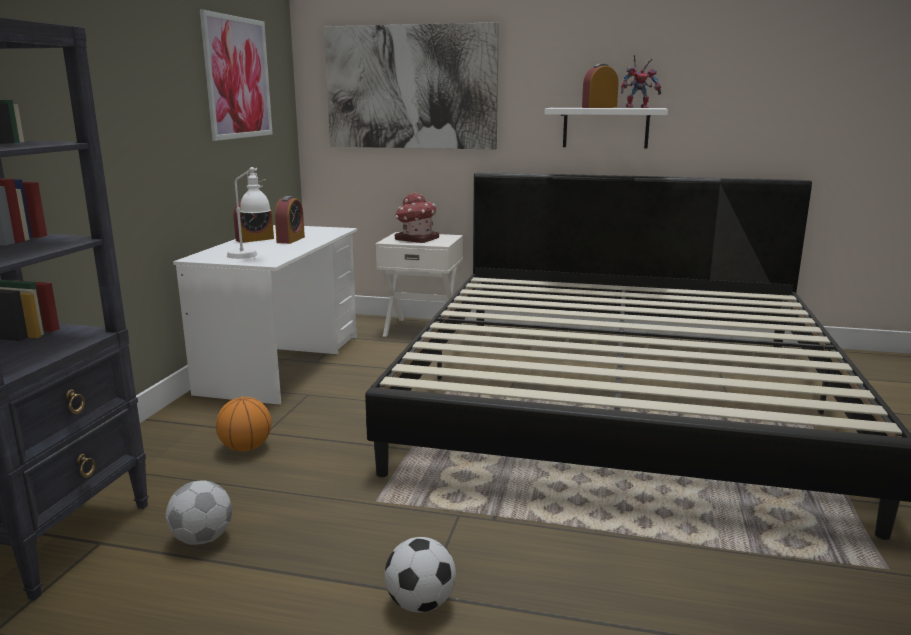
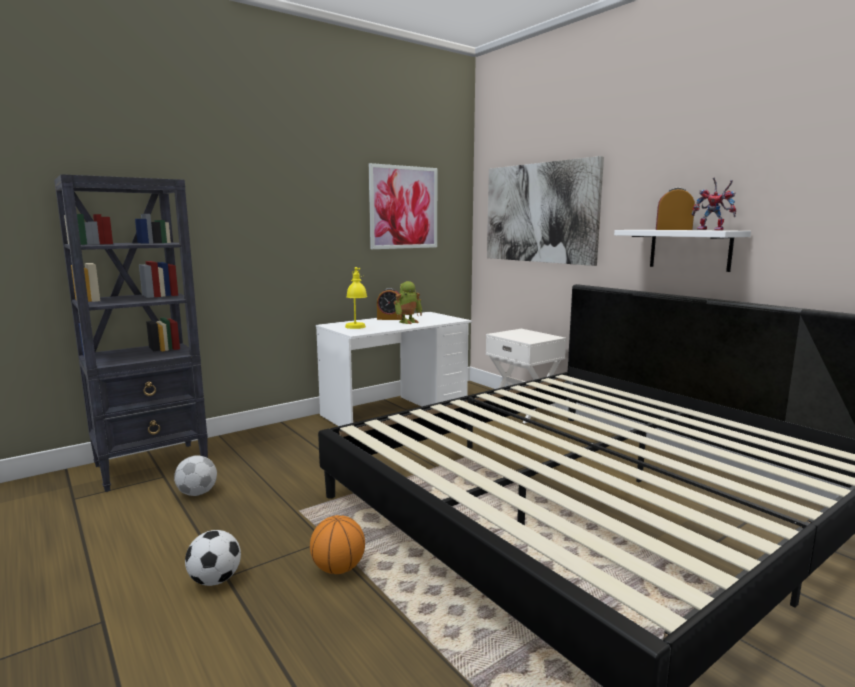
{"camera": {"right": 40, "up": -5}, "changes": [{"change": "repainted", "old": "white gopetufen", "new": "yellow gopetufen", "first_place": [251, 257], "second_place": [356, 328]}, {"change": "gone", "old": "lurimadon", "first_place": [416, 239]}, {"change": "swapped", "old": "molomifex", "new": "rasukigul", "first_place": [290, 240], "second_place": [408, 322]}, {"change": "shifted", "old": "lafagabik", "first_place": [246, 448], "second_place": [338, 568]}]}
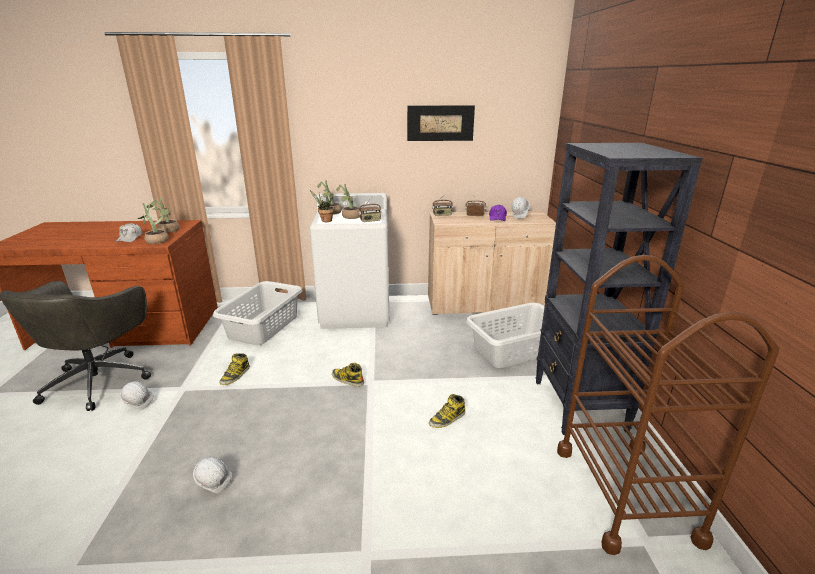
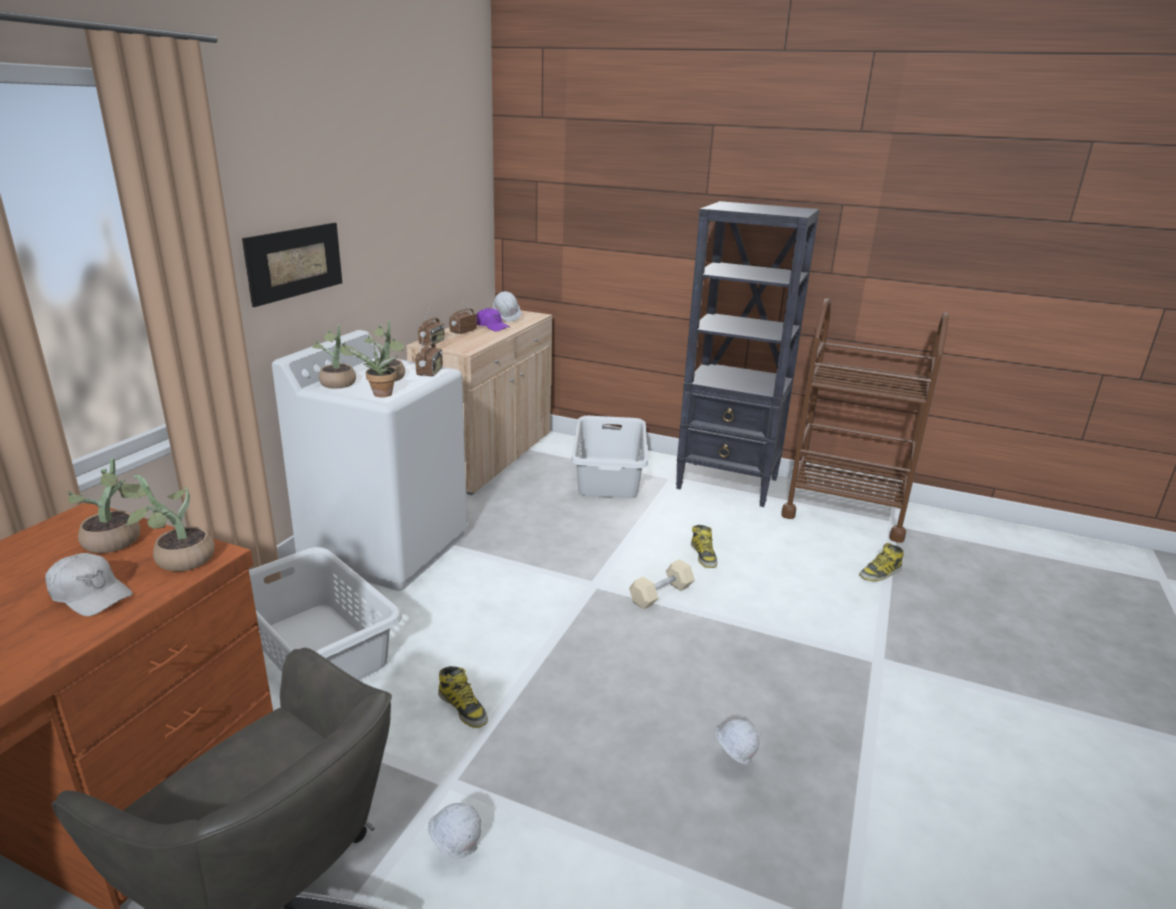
{"camera": {"right": -65, "up": 0}, "changes": [{"change": "shifted", "old": "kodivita", "first_place": [440, 123], "second_place": [295, 262]}, {"change": "shifted", "old": "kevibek", "first_place": [347, 379], "second_place": [880, 573]}, {"change": "new", "new": "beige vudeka", "second_place": [661, 594]}]}
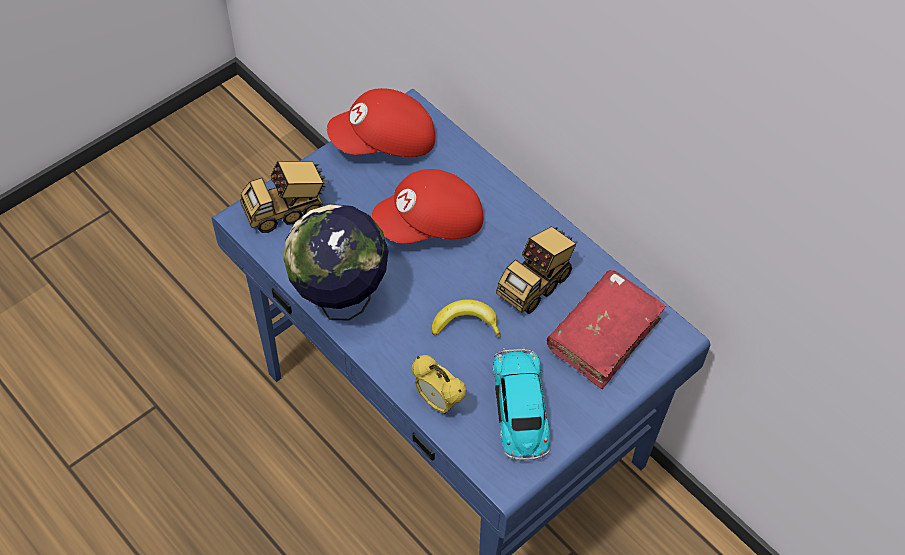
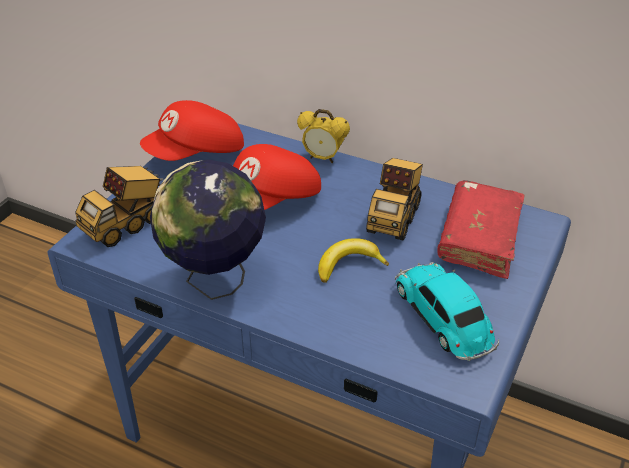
{"camera": {"right": -20, "up": -15}, "changes": [{"change": "shifted", "old": "molomifex", "first_place": [438, 402], "second_place": [323, 158]}]}
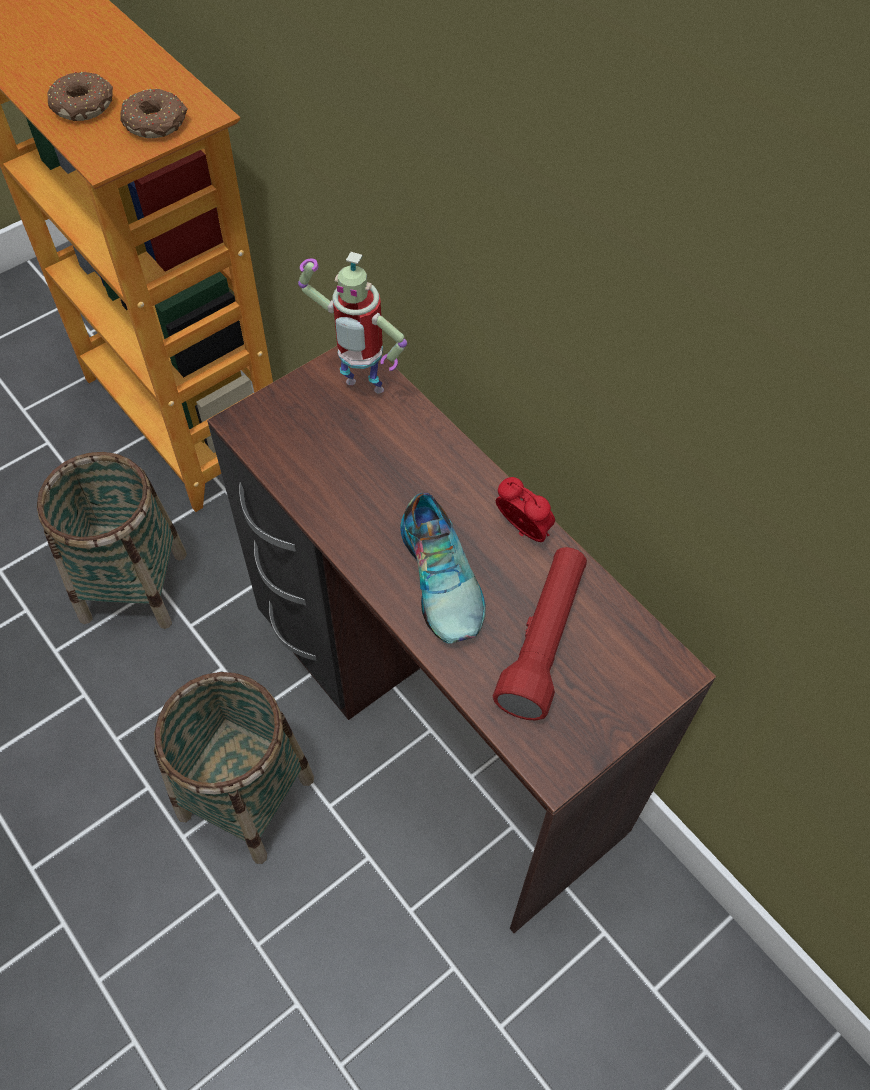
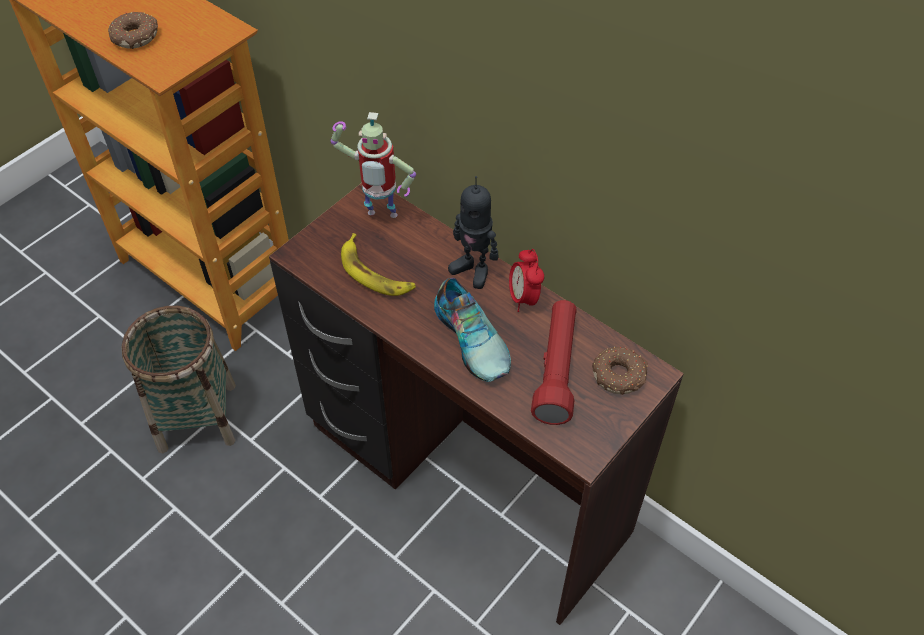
{"camera": {"right": -10, "up": -5}, "changes": [{"change": "shifted", "old": "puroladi", "first_place": [156, 123], "second_place": [619, 375]}, {"change": "rotated", "old": "molomifex", "first_place": [522, 532], "second_place": [524, 298], "degrees": -135}, {"change": "gone", "old": "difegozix", "first_place": [246, 797]}, {"change": "new", "new": "rasukigul", "second_place": [473, 270]}, {"change": "new", "new": "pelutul", "second_place": [375, 272]}]}
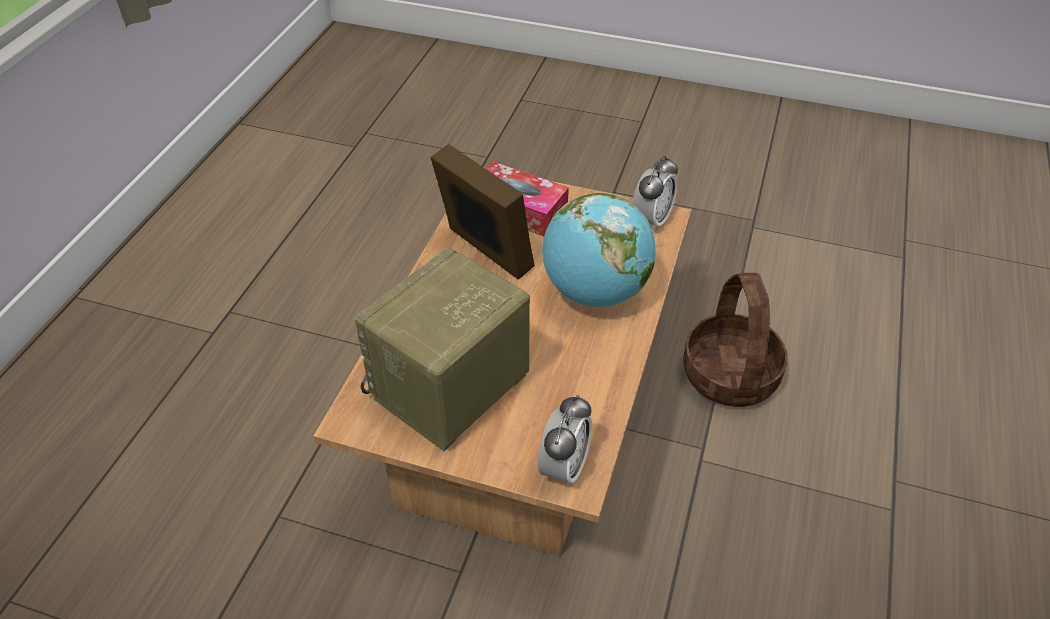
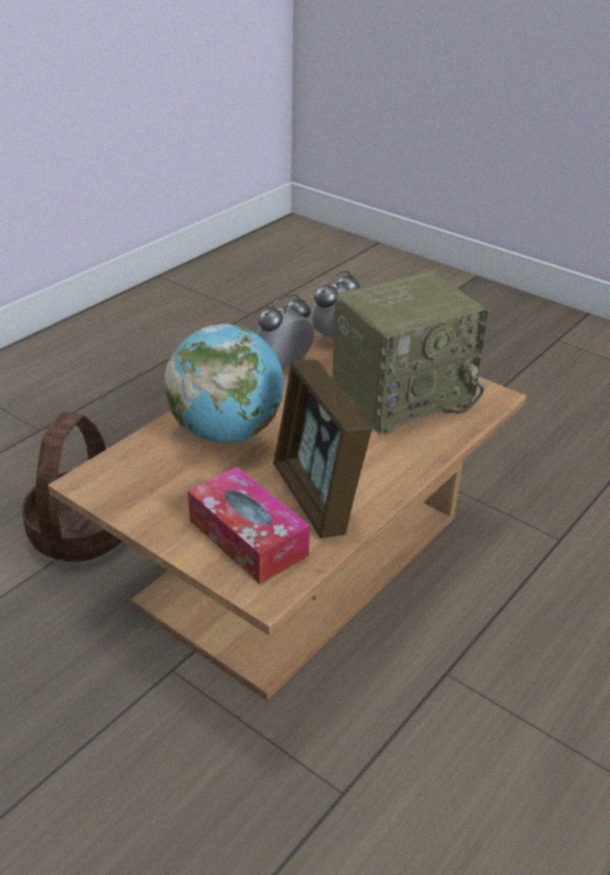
{"camera": {"right": -160, "up": -10}, "changes": [{"change": "shifted", "old": "molomifex", "first_place": [651, 220], "second_place": [285, 363]}]}
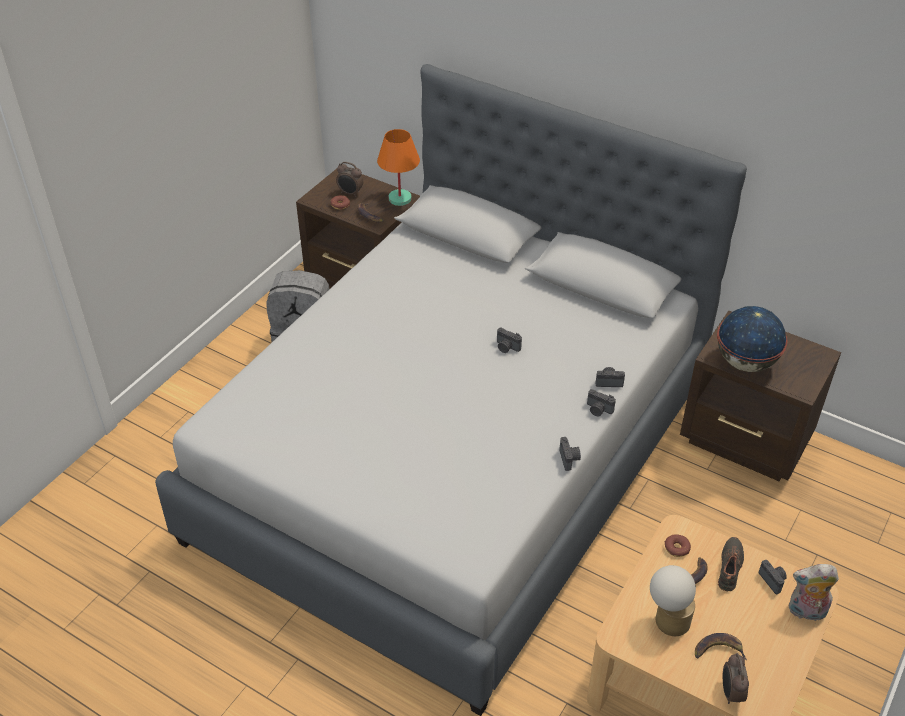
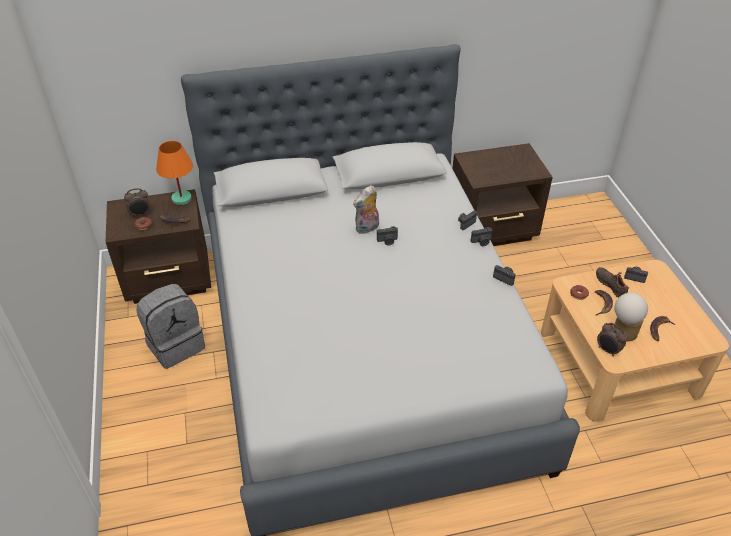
{"camera": {"right": -45, "up": 0}, "changes": [{"change": "gone", "old": "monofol", "first_place": [745, 362]}, {"change": "shifted", "old": "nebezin", "first_place": [806, 612], "second_place": [367, 228]}, {"change": "shifted", "old": "molomifex", "first_place": [730, 693], "second_place": [607, 350]}]}
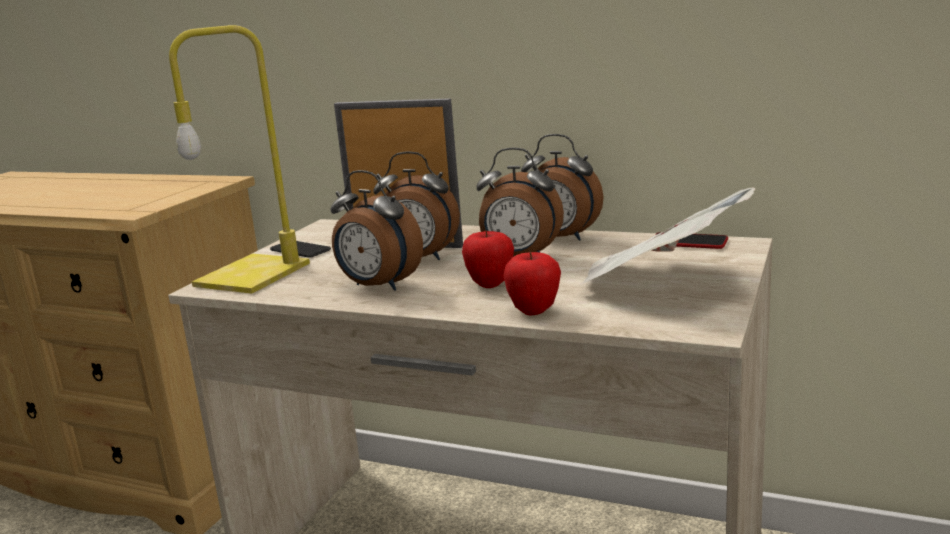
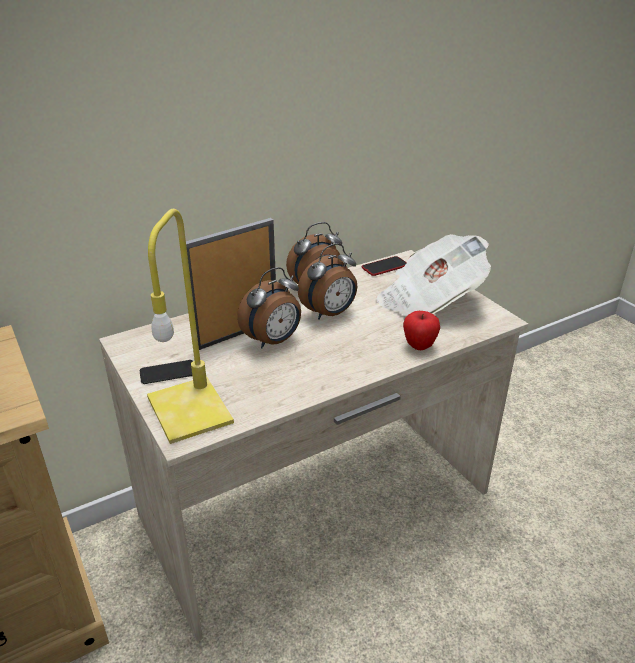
{"camera": {"right": -55, "up": 15}, "changes": [{"change": "gone", "old": "molomifex", "first_place": [378, 286]}, {"change": "gone", "old": "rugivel", "first_place": [490, 284]}]}
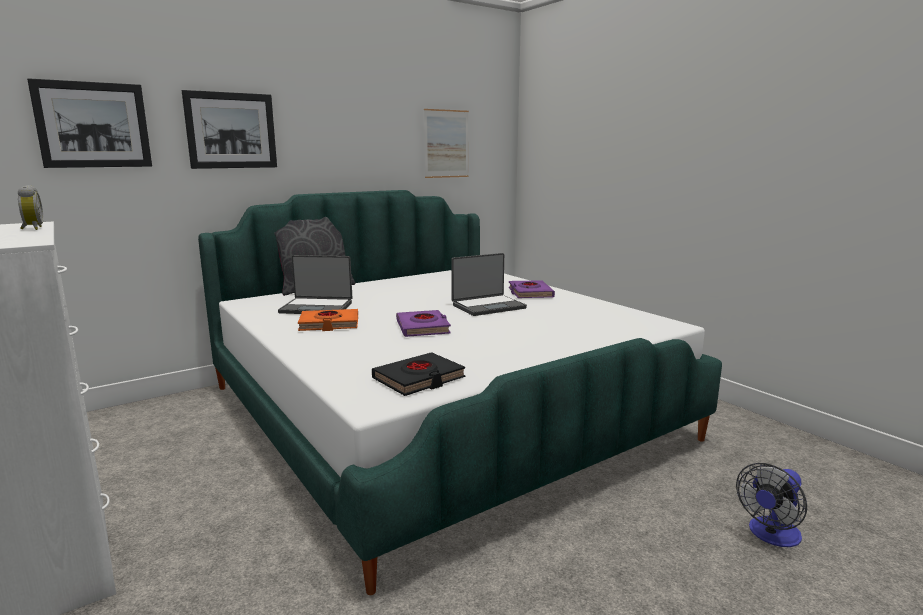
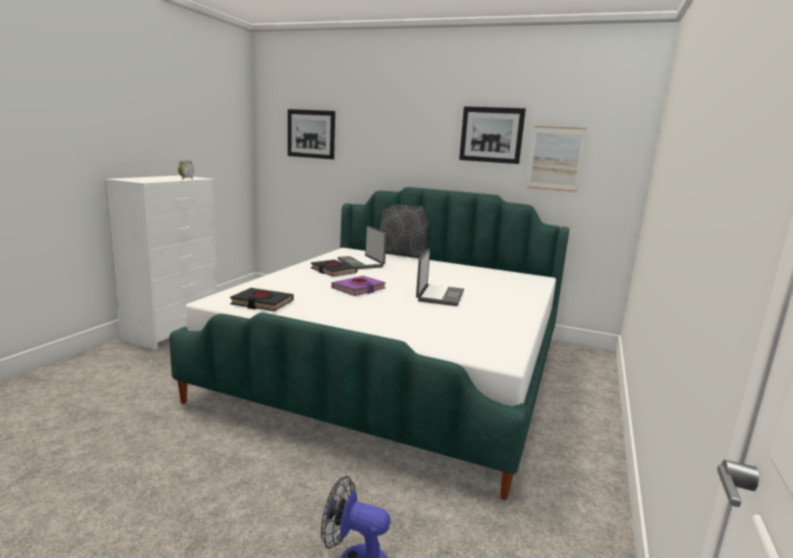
{"camera": {"right": 55, "up": 0}, "changes": [{"change": "shifted", "old": "kodivita", "first_place": [231, 130], "second_place": [491, 135]}, {"change": "rotated", "old": "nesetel", "first_place": [488, 306], "second_place": [439, 296], "degrees": -105}, {"change": "gone", "old": "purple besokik", "first_place": [530, 293]}, {"change": "repainted", "old": "orange besokik", "new": "black besokik", "first_place": [329, 324], "second_place": [333, 271]}]}
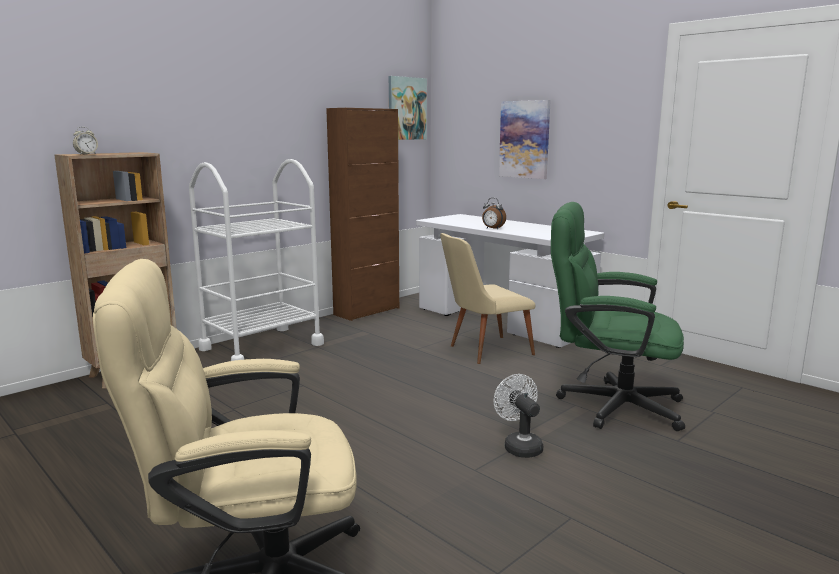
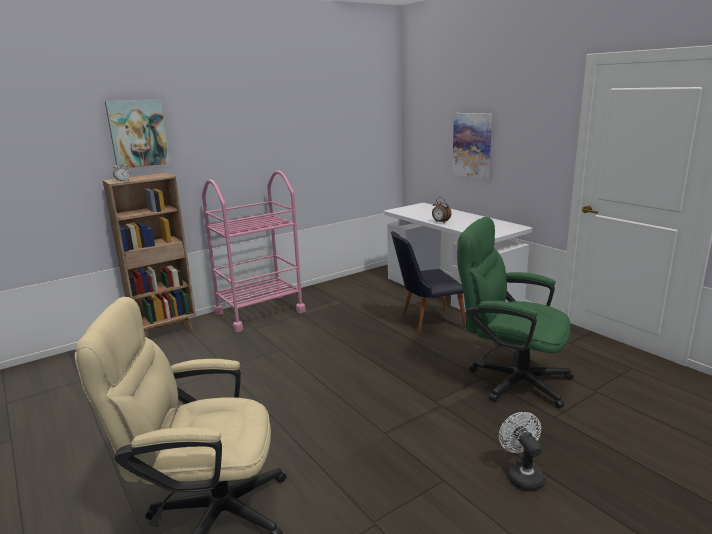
{"camera": {"right": 10, "up": 5}, "changes": [{"change": "shifted", "old": "kodivita", "first_place": [406, 108], "second_place": [138, 133]}, {"change": "gone", "old": "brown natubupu", "first_place": [367, 311]}, {"change": "repainted", "old": "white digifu", "new": "pink digifu", "first_place": [262, 346], "second_place": [259, 312]}, {"change": "repainted", "old": "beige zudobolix", "new": "black zudobolix", "first_place": [483, 350], "second_place": [426, 322]}, {"change": "shifted", "old": "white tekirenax", "first_place": [519, 446], "second_place": [522, 475]}]}
